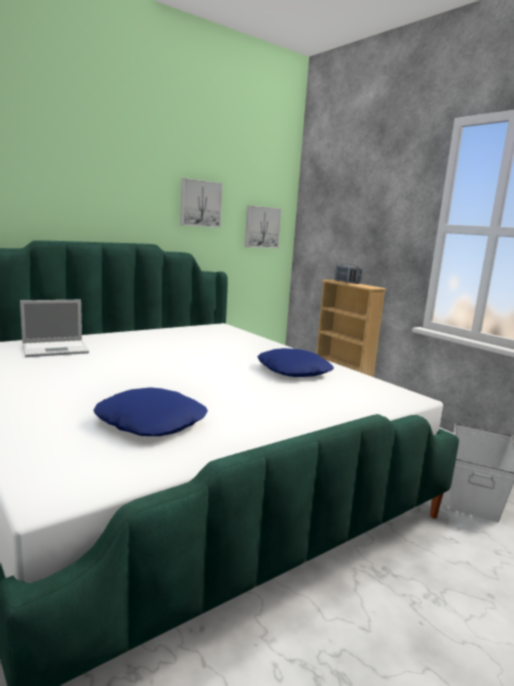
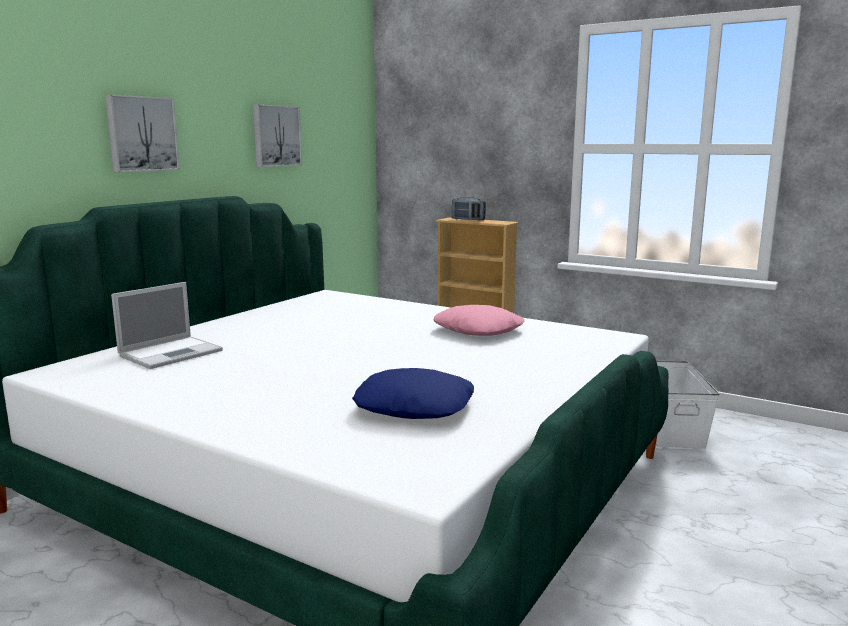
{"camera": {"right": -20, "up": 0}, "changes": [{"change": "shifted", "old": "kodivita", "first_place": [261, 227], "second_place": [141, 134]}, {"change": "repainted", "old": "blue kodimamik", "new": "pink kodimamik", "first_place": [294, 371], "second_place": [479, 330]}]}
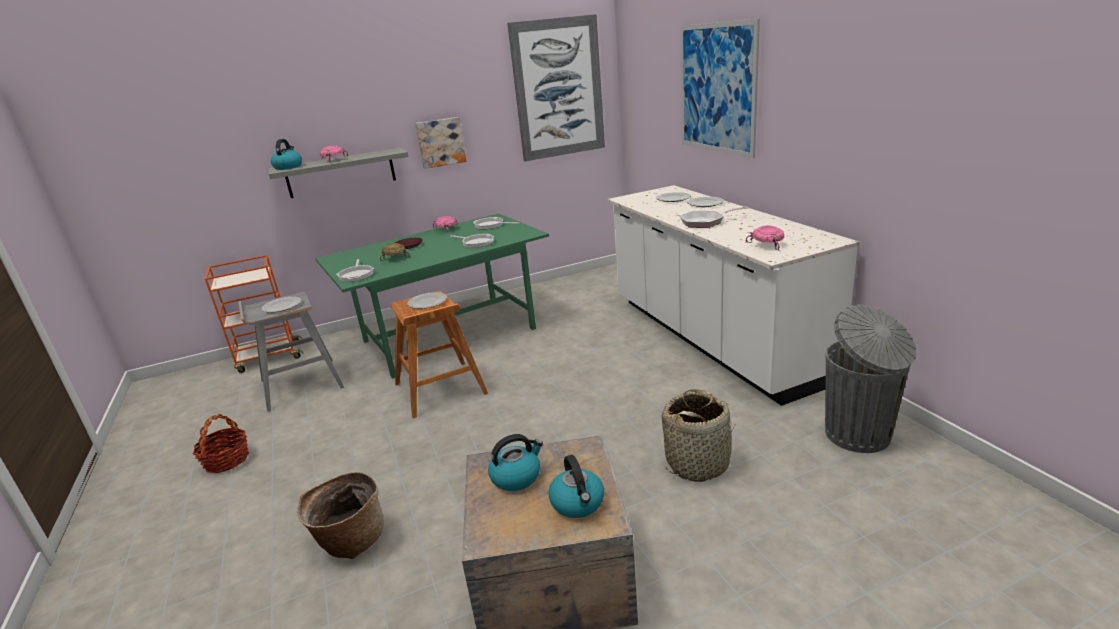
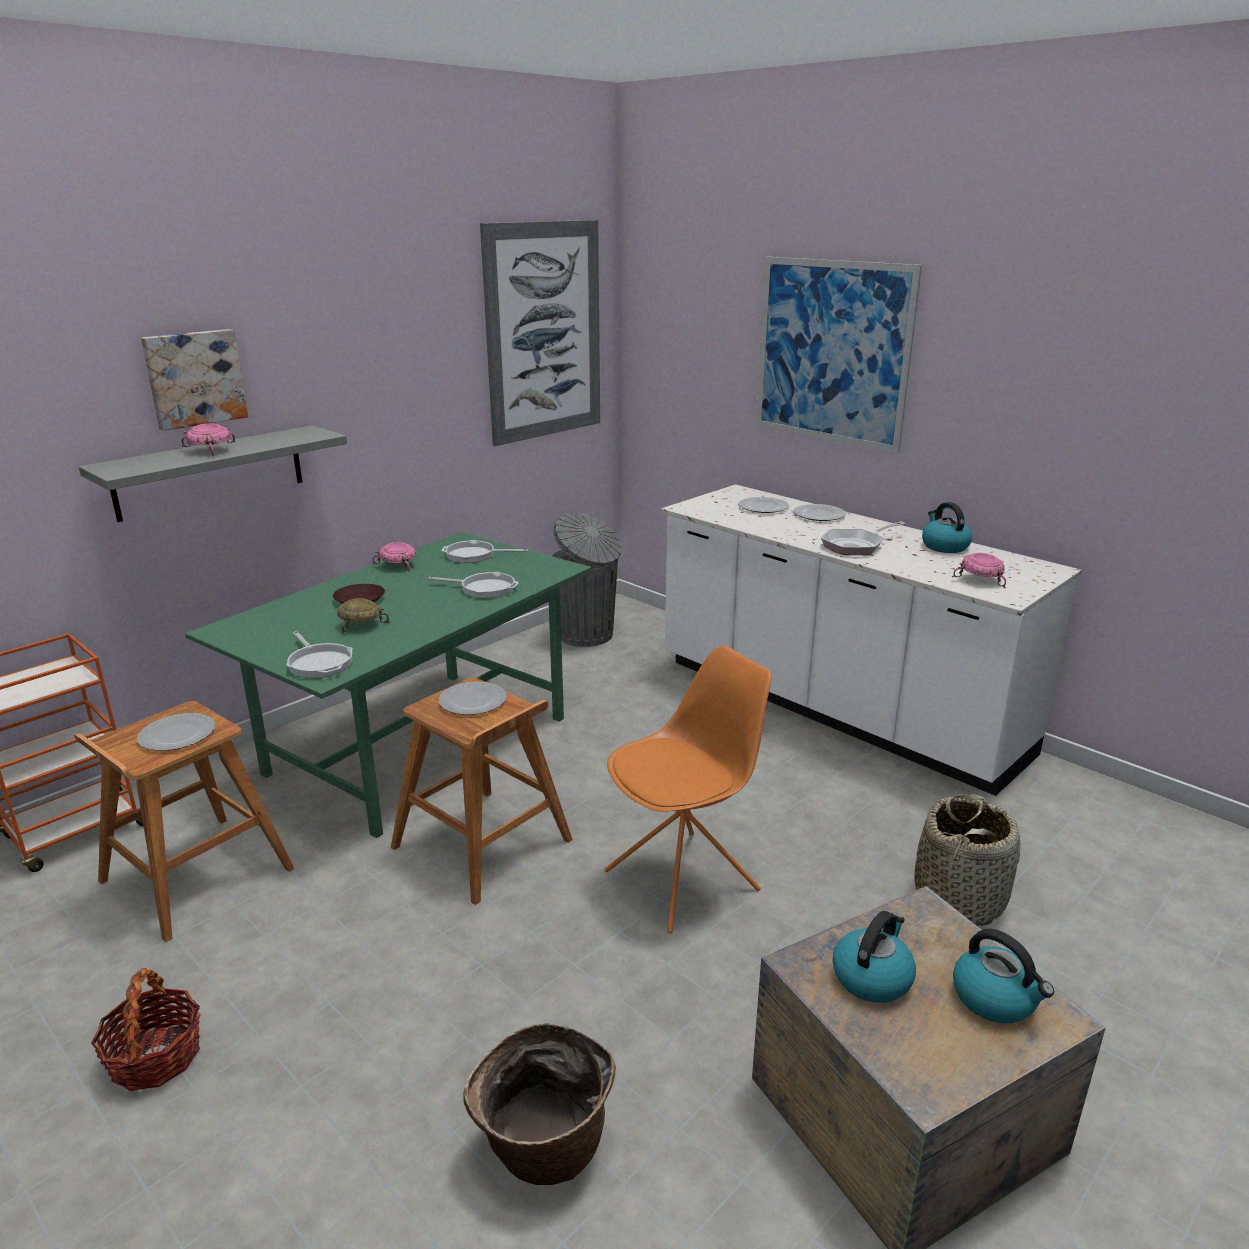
{"camera": {"right": -25, "up": 0}, "changes": [{"change": "shifted", "old": "kodivita", "first_place": [440, 142], "second_place": [194, 378]}, {"change": "shifted", "old": "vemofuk", "first_place": [288, 167], "second_place": [944, 546]}, {"change": "repainted", "old": "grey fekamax", "new": "brown fekamax", "first_place": [300, 384], "second_place": [194, 876]}, {"change": "shifted", "old": "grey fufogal", "first_place": [859, 435], "second_place": [587, 635]}, {"change": "new", "new": "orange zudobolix", "second_place": [684, 879]}]}
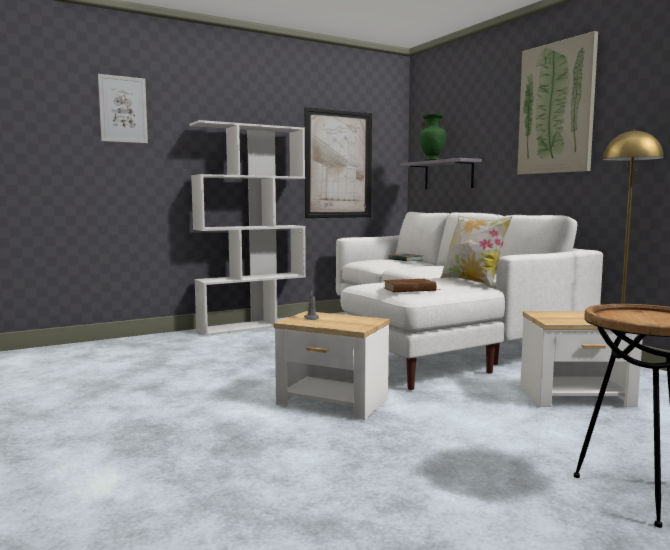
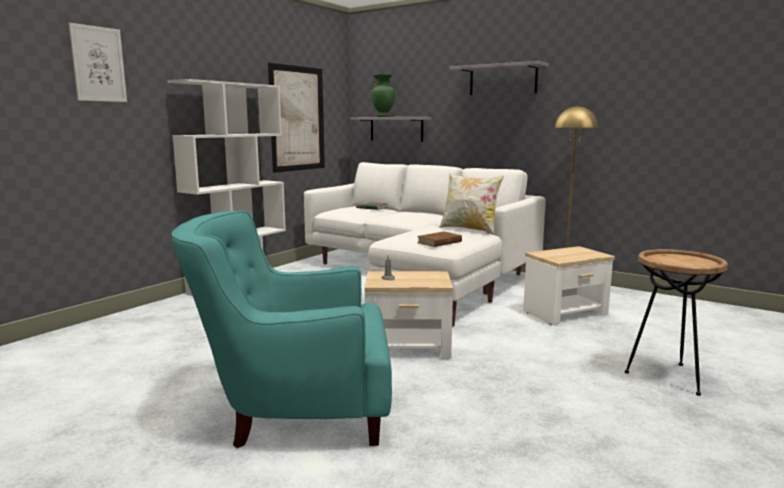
{"camera": {"right": -25, "up": 5}, "changes": [{"change": "swapped", "old": "kodivita", "new": "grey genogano", "first_place": [556, 108], "second_place": [503, 80]}, {"change": "new", "new": "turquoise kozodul", "second_place": [295, 410]}]}
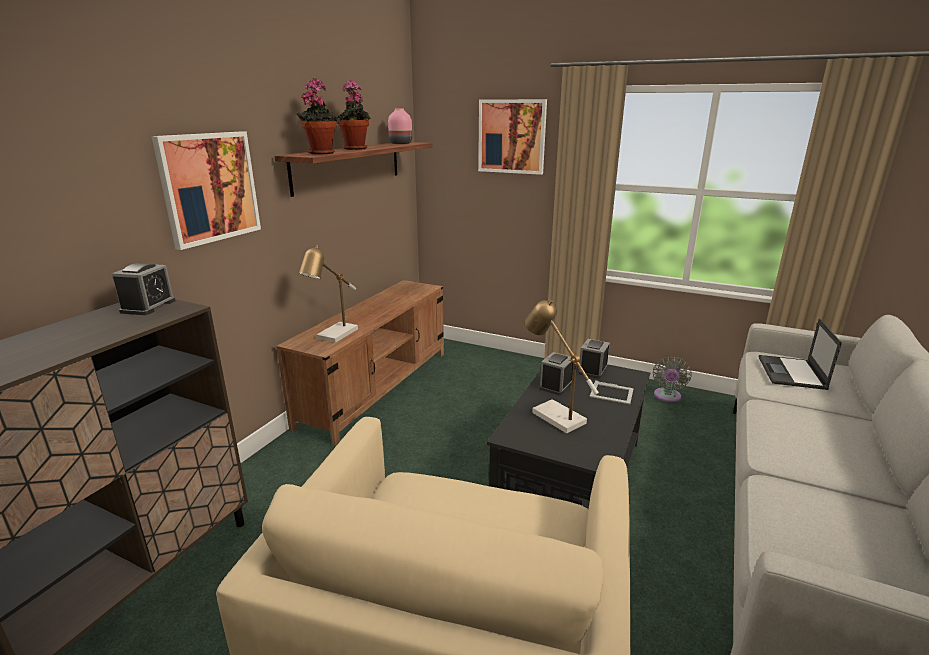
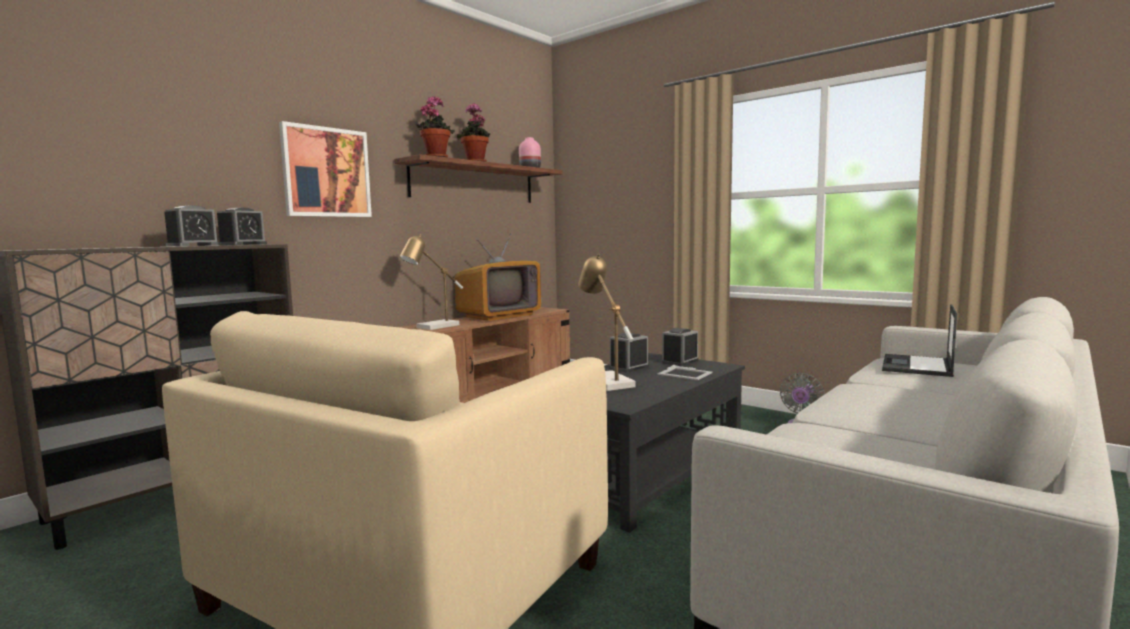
{"camera": {"right": 15, "up": -15}, "changes": [{"change": "gone", "old": "kodivita", "first_place": [512, 136]}, {"change": "new", "new": "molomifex", "second_place": [193, 245]}, {"change": "new", "new": "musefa", "second_place": [499, 316]}]}
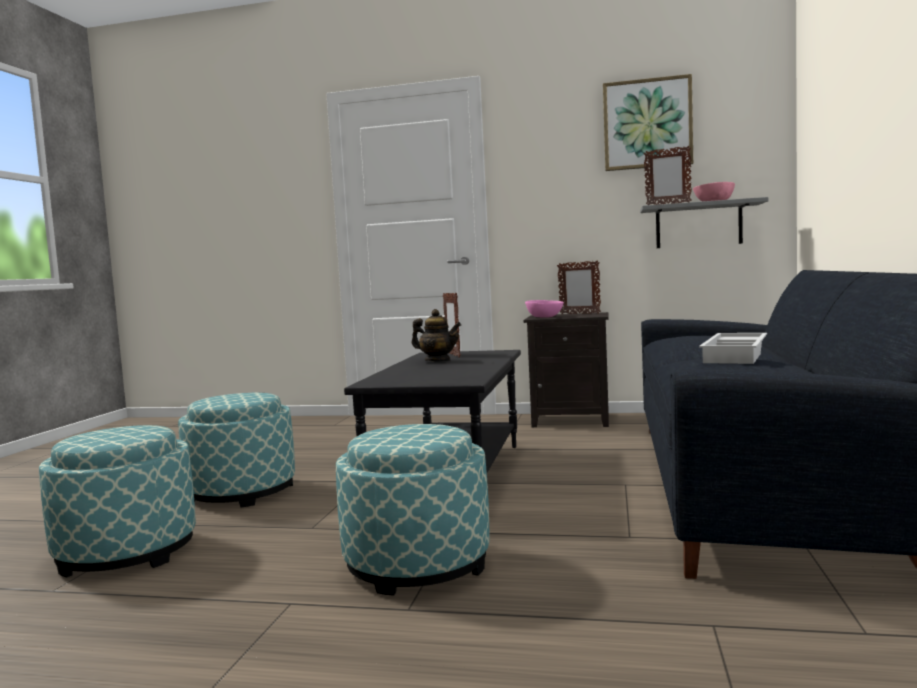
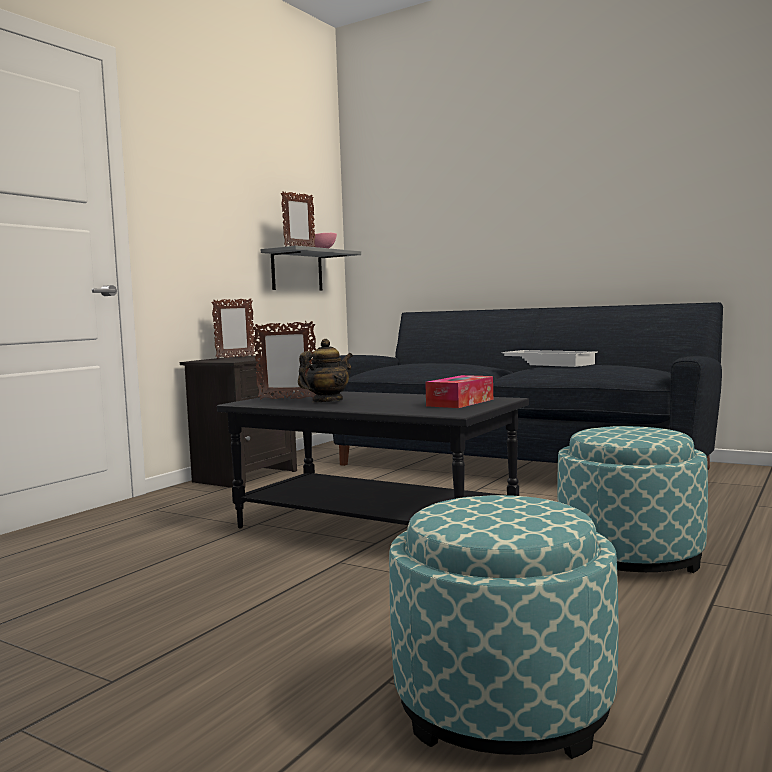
{"camera": {"right": -70, "up": 0}, "changes": [{"change": "gone", "old": "kodivita", "first_place": [647, 124]}, {"change": "gone", "old": "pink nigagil", "first_place": [544, 317]}, {"change": "gone", "old": "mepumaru", "first_place": [242, 492]}, {"change": "new", "new": "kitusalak", "second_place": [460, 402]}]}
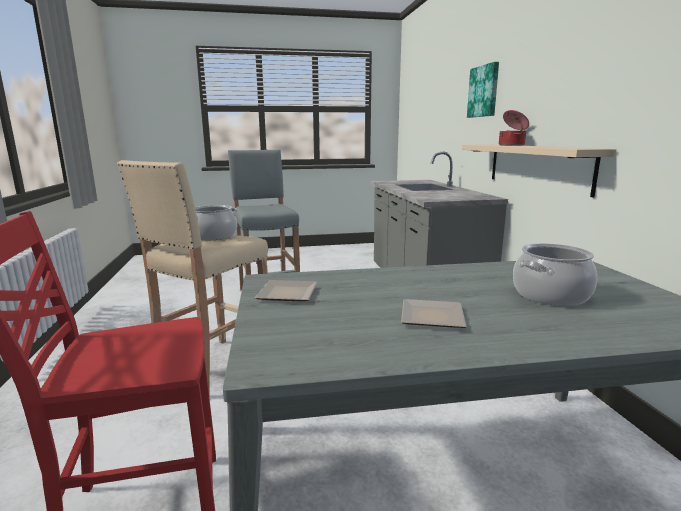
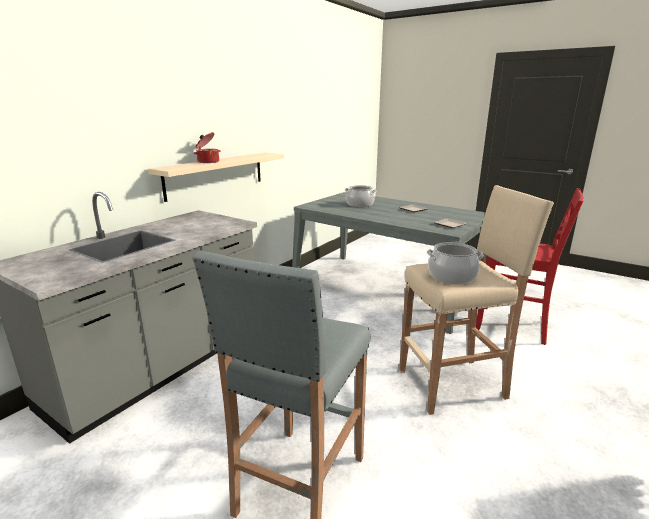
{"camera": {"right": -135, "up": 5}, "changes": [{"change": "gone", "old": "kodivita", "first_place": [484, 91]}]}
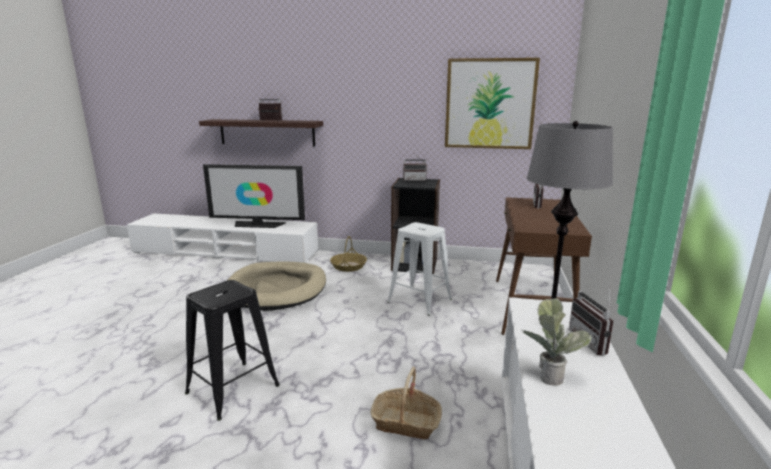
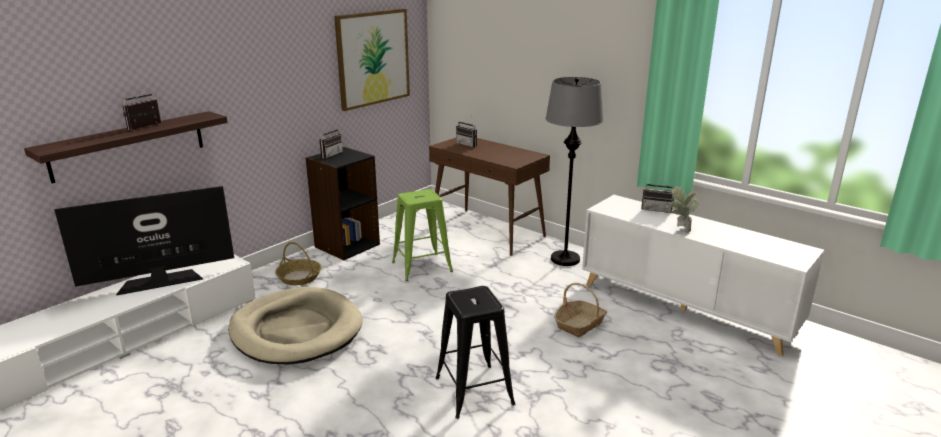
{"camera": {"right": -60, "up": 5}, "changes": [{"change": "rotated", "old": "musefa", "first_place": [258, 224], "second_place": [160, 281], "degrees": -150}, {"change": "repainted", "old": "white fekamax", "new": "green fekamax", "first_place": [419, 300], "second_place": [421, 267]}]}
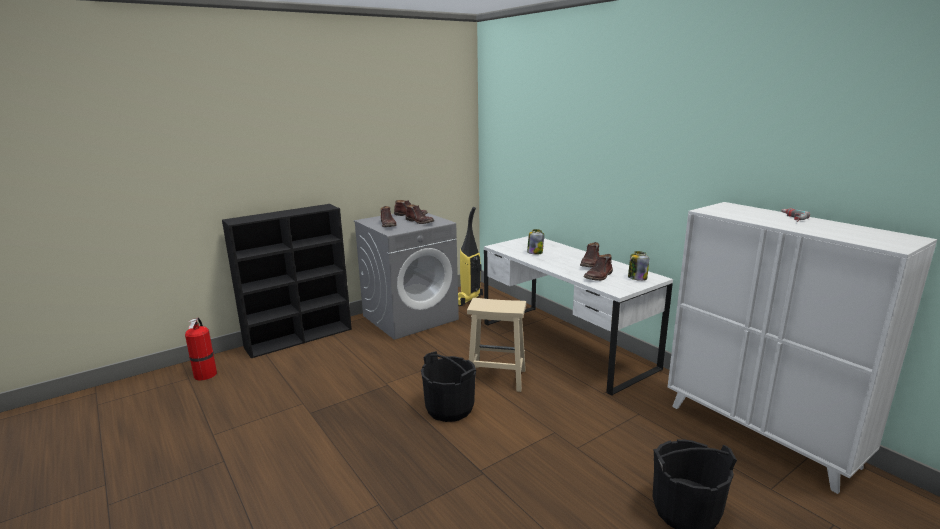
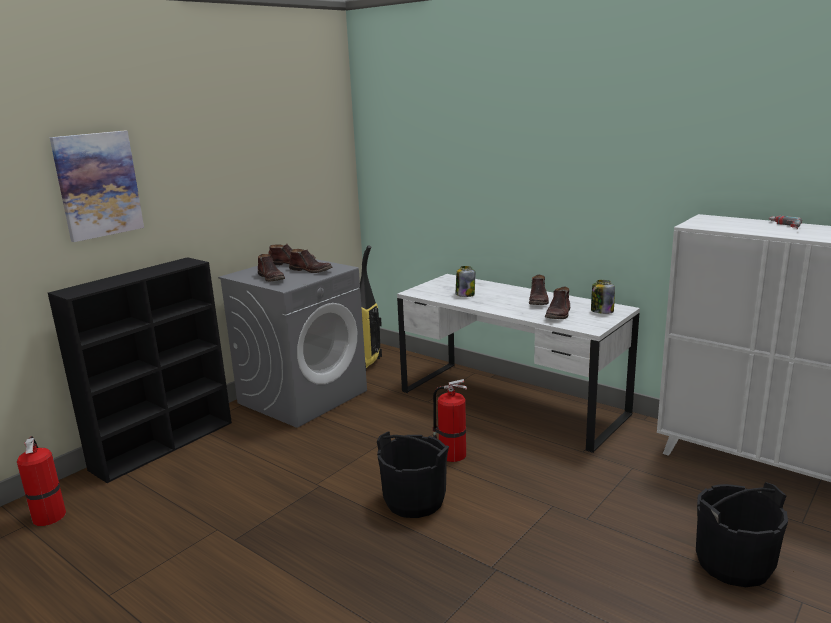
{"camera": {"right": -15, "up": 0}, "changes": [{"change": "swapped", "old": "beige fekamax", "new": "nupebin", "first_place": [495, 378], "second_place": [451, 454]}, {"change": "new", "new": "kodivita", "second_place": [98, 185]}]}
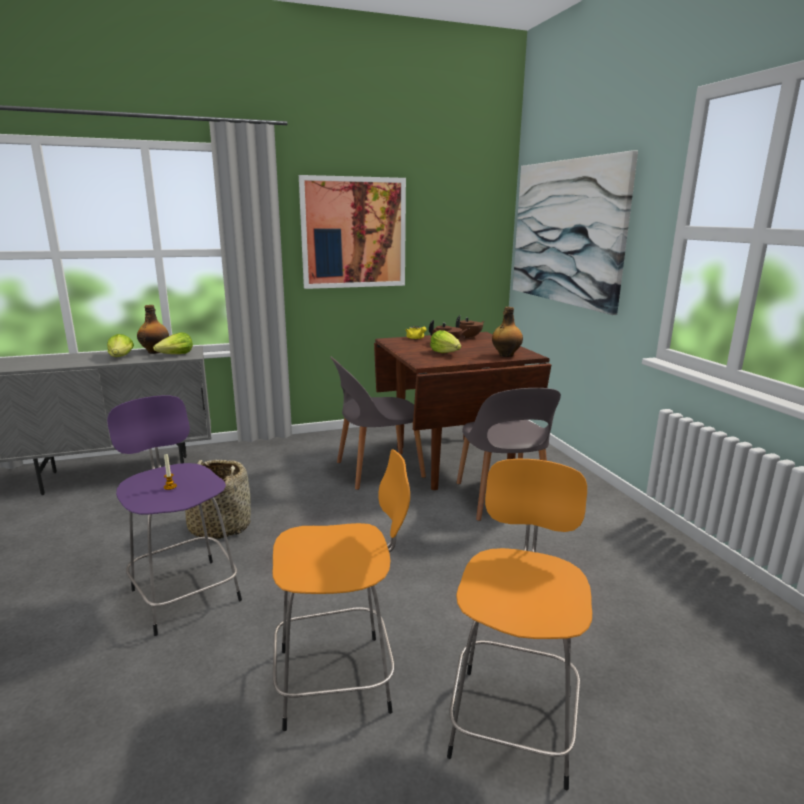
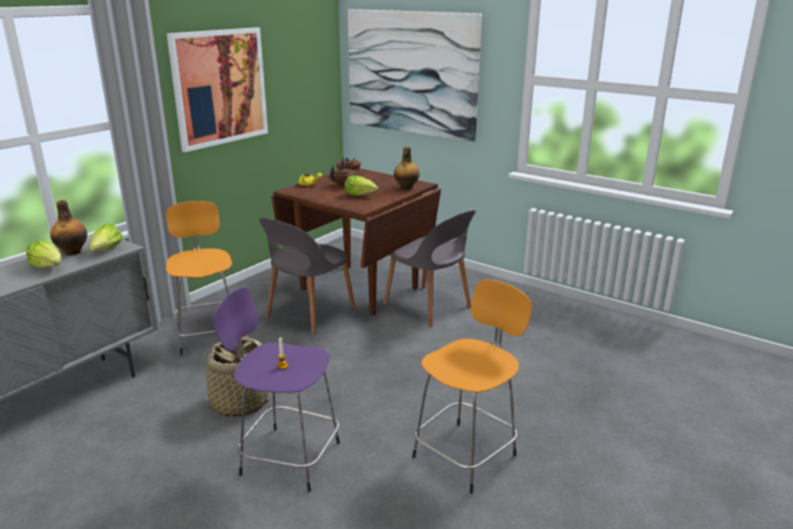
{"camera": {"right": -35, "up": 5}, "changes": [{"change": "shifted", "old": "orange fekamax", "first_place": [513, 719], "second_place": [208, 335]}]}
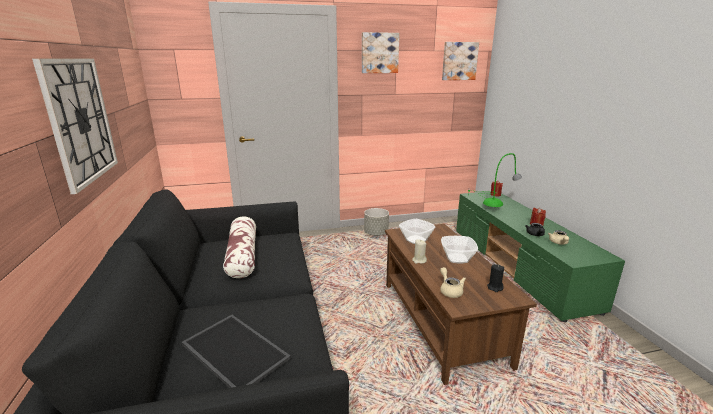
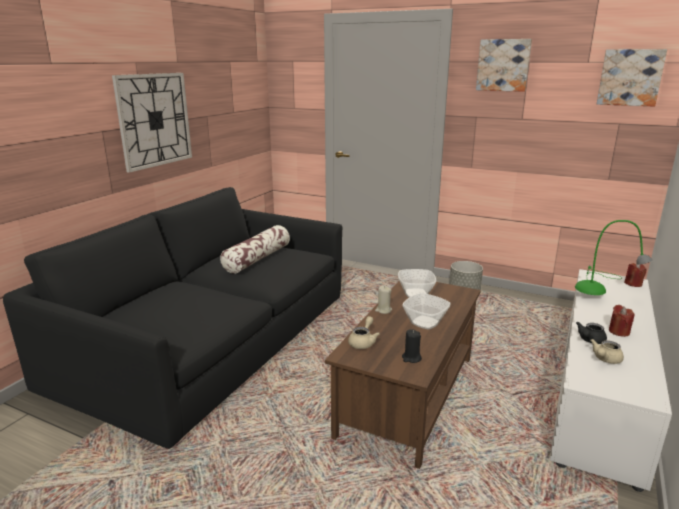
{"camera": {"right": 40, "up": 0}, "changes": [{"change": "repainted", "old": "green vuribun", "new": "white vuribun", "first_place": [519, 267], "second_place": [600, 391]}, {"change": "gone", "old": "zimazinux", "first_place": [233, 352]}]}
